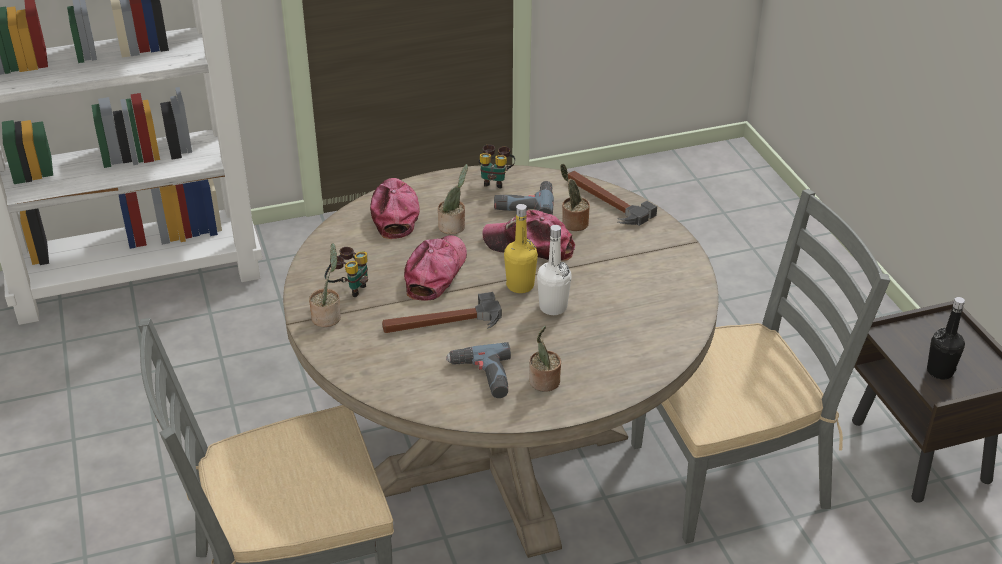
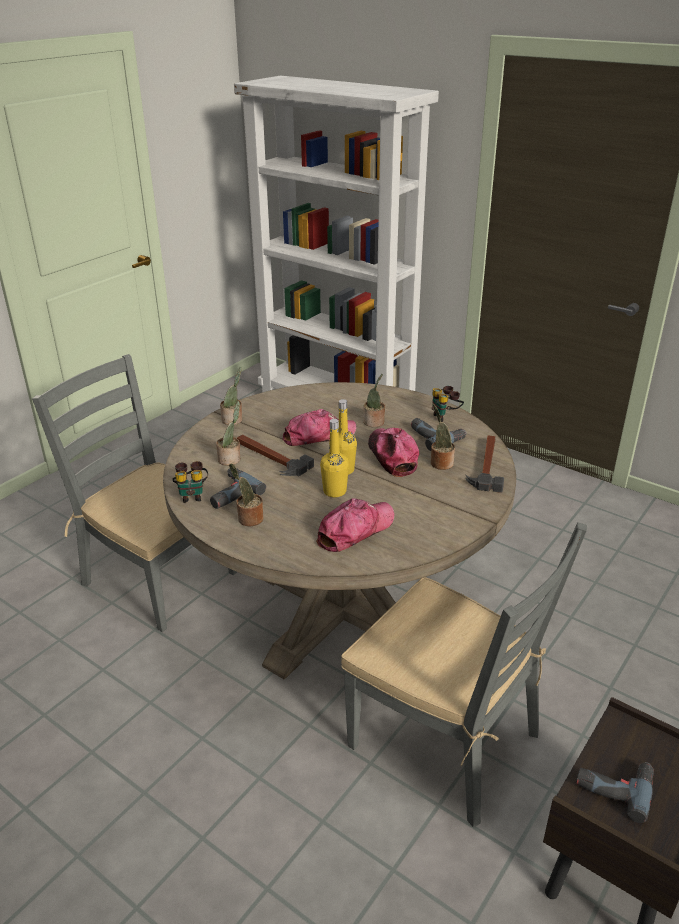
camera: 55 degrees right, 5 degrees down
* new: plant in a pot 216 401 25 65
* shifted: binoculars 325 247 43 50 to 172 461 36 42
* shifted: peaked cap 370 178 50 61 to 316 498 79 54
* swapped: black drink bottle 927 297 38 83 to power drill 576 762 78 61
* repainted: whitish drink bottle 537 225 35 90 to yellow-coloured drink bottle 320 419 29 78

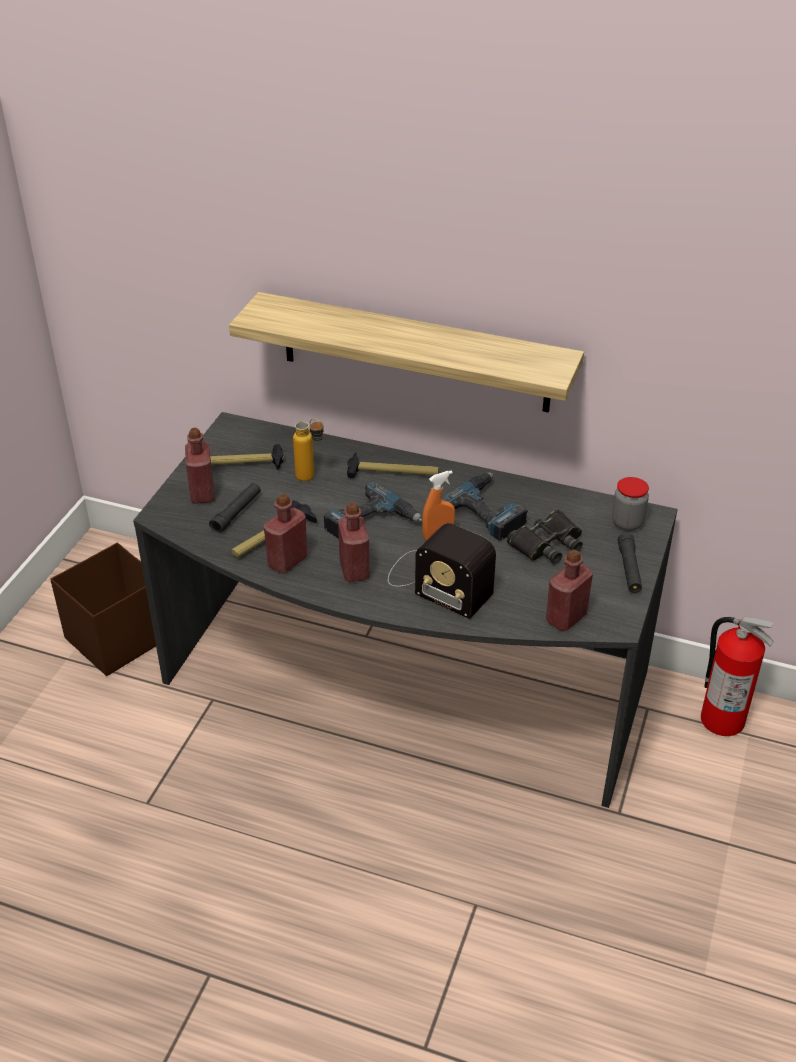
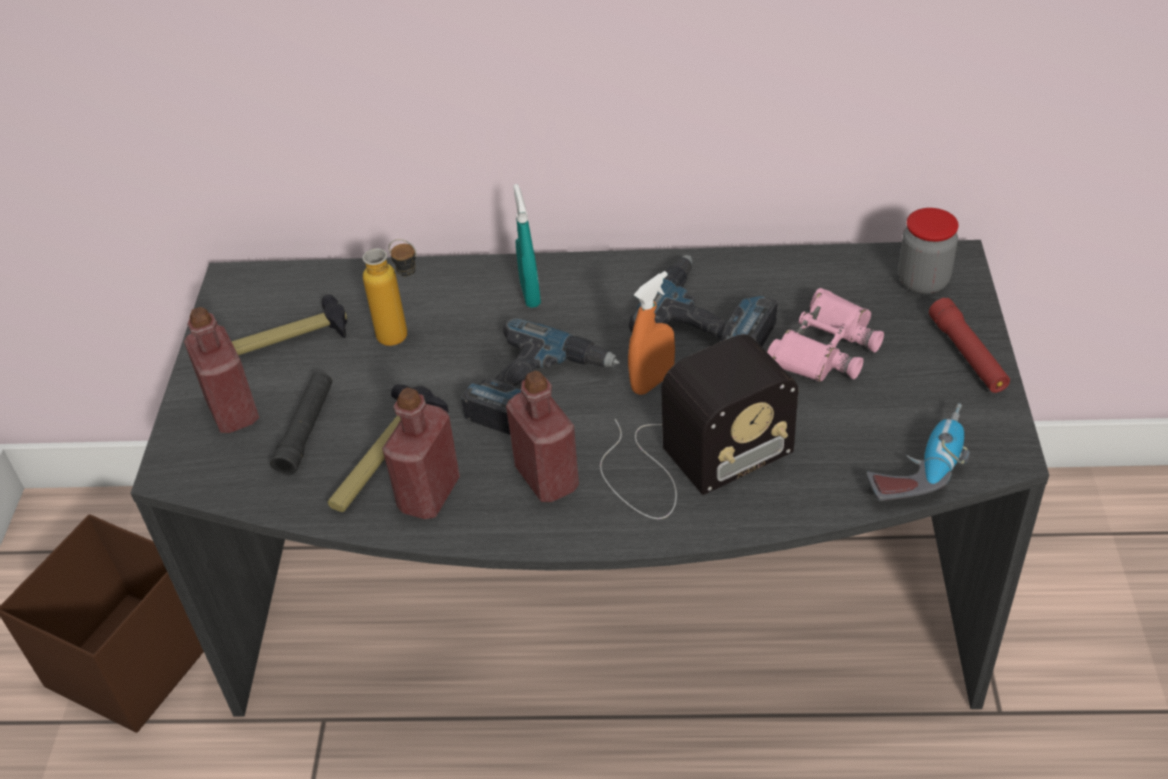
camera: 15 degrees left, 5 degrees up
* gone: bracket shelf 229 292 355 121
* gone: extinguisher 701 617 73 119
* swapped: hammer 347 452 92 26 to turquoise-coloured spray bottle 514 184 27 124
* swapped: red drink bottle 546 549 47 82 to power drill 866 403 104 98
* repainted: black binoculars 507 509 76 55 to pink-coloured binoculars 767 288 117 94
* repainted: black flashlight 617 533 25 60 to red flashlight 929 298 81 95
* rotated: radio receiver 388 523 108 96 = 600 334 198 185 45 degrees counterclockwise

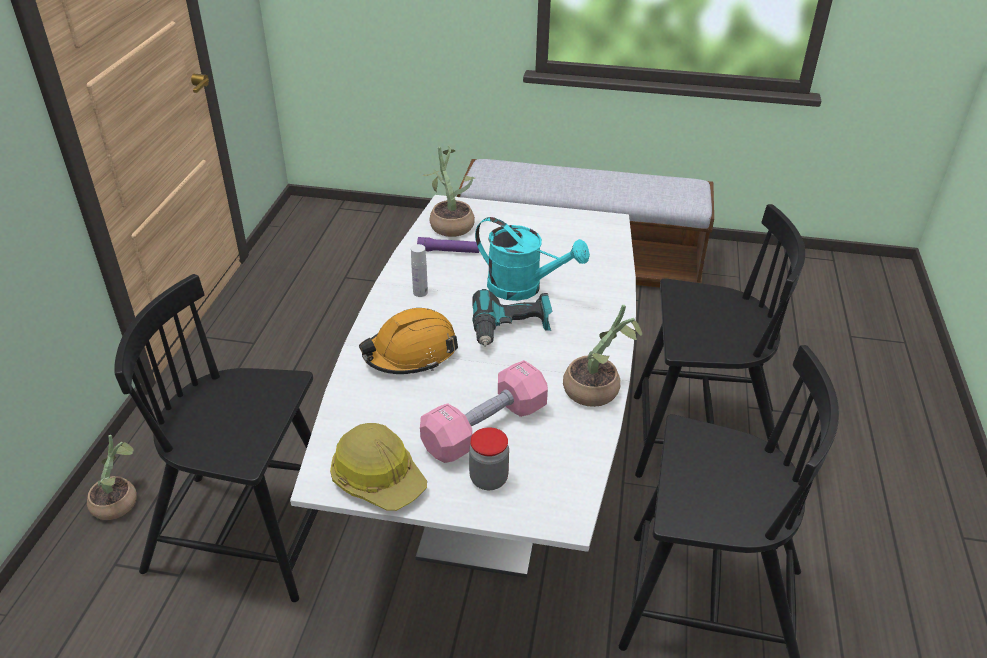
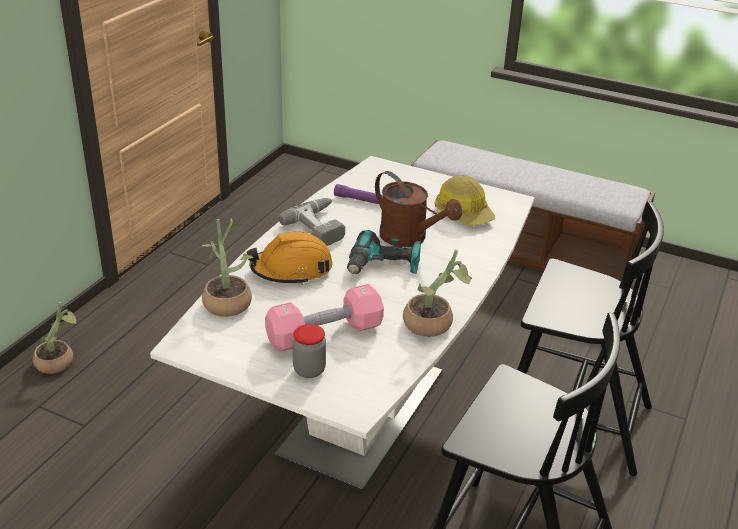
camera: 15 degrees right, 5 degrees down
* gone: black upright chair 114 274 204 328
* shifted: hard hat 330 423 97 88 to 435 175 60 51
* shifted: plant in a pot 423 145 52 92 to 202 219 52 98
* swapped: whitish drink bottle 411 244 17 53 to power drill 278 198 67 48
* repainted: turquoise-coloured sprinkling can 475 217 115 84 to brown-coloured sprinkling can 375 171 87 76

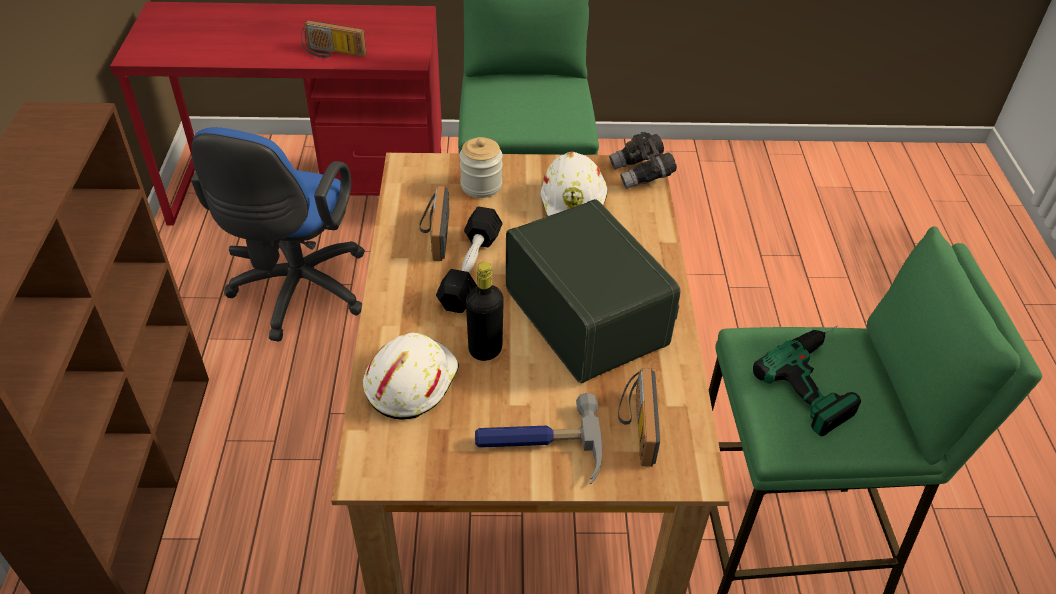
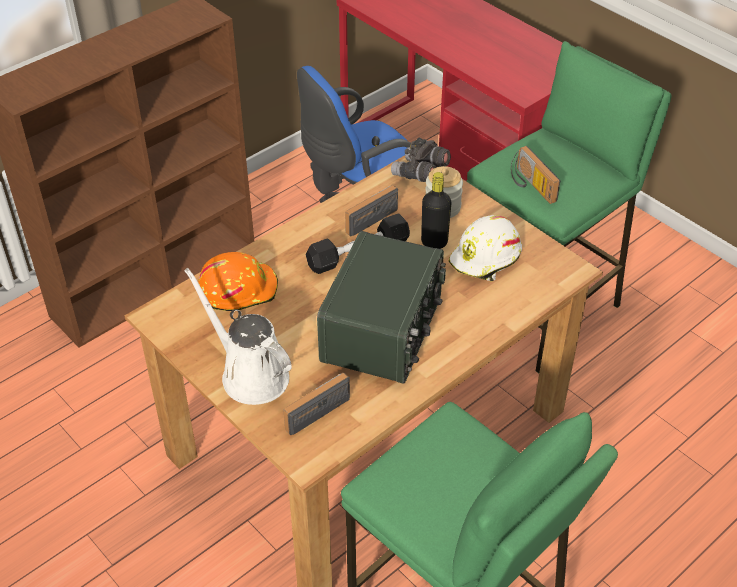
camera: 50 degrees right, 0 degrees up
* gone: power drill 753 325 108 111
* shifted: radio receiver 301 20 66 38 to 511 146 50 58
* shifted: black drink bottle 466 262 38 99 to 421 172 31 77
* shifted: gray binoculars 609 132 68 57 to 391 137 60 45
* swapped: hammer 475 393 127 91 to whitish sprinkling can 184 268 108 137
* repainted: whitish hard hat 363 333 96 87 to orange-coloured hard hat 198 252 80 59

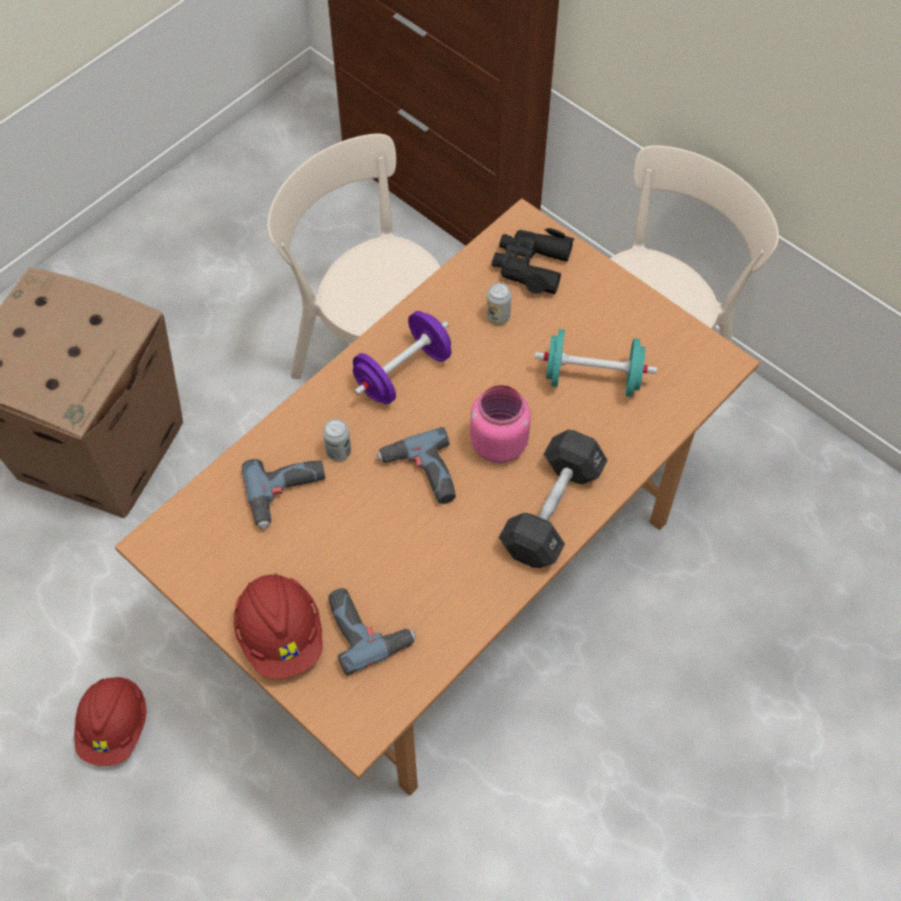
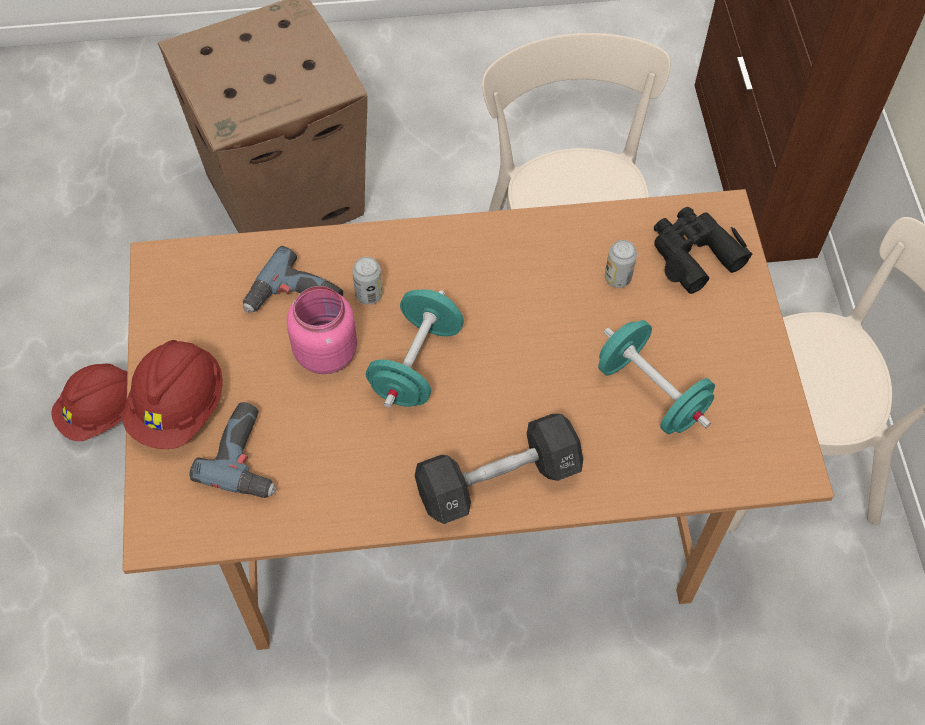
camera: 40 degrees right, 0 degrees up
* gone: purplish free weight 353 311 98 93
* shifted: pink-coloured jar 470 385 61 78 to 287 286 70 88
* swapped: power drill 376 427 80 77 to turquoise-coloured free weight 366 290 98 118

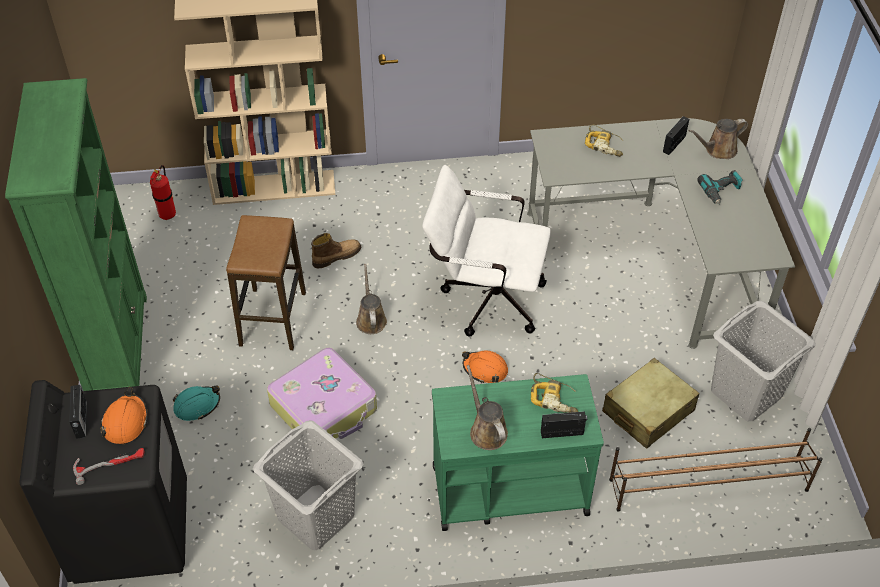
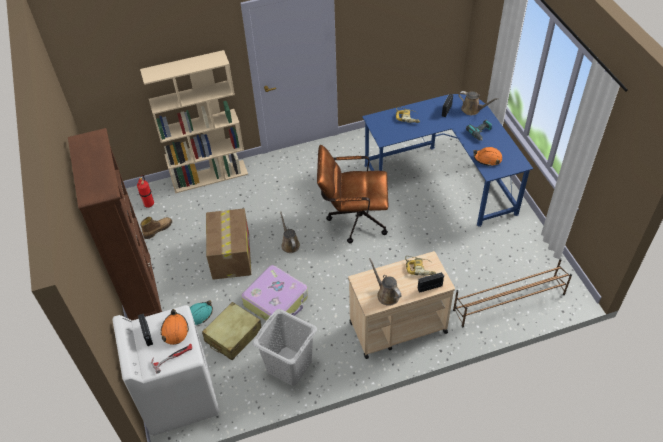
camera: 10 degrees left, 0 degrees up
* gone: gray hamper 711 301 105 121
* shifted: high-top boot 311 233 50 35 to 140 217 32 22
* shifted: orange-coloured hard hat 462 351 46 32 to 473 147 29 19
* shifted: beige-coloured travel case 602 358 97 91 to 202 302 60 59
* swapped: stool 226 215 80 135 to packing box 206 208 45 72
* repainted: green bookshelf 5 78 142 313 to brown-coloured bookshelf 68 128 94 192
* repainted: black laundry appliance 19 380 168 204 to whitish laundry appliance 113 305 106 131
* repainted: whitish desk chair 422 165 129 171 to brown-coloured desk chair 317 145 71 98
* repainted: green trolley 432 374 172 157 to beige-coloured trolley 348 251 107 108
* repainted: gray desk unit 527 118 268 231 to bluish desk unit 362 94 171 133
* rotated: brown-coloured sprinkling can 688 119 60 40 = 459 91 40 24 120 degrees counterclockwise

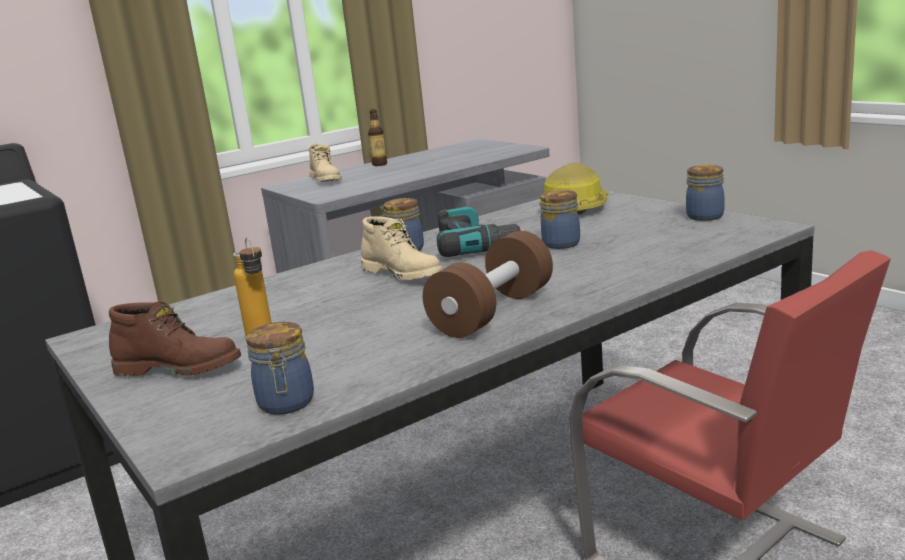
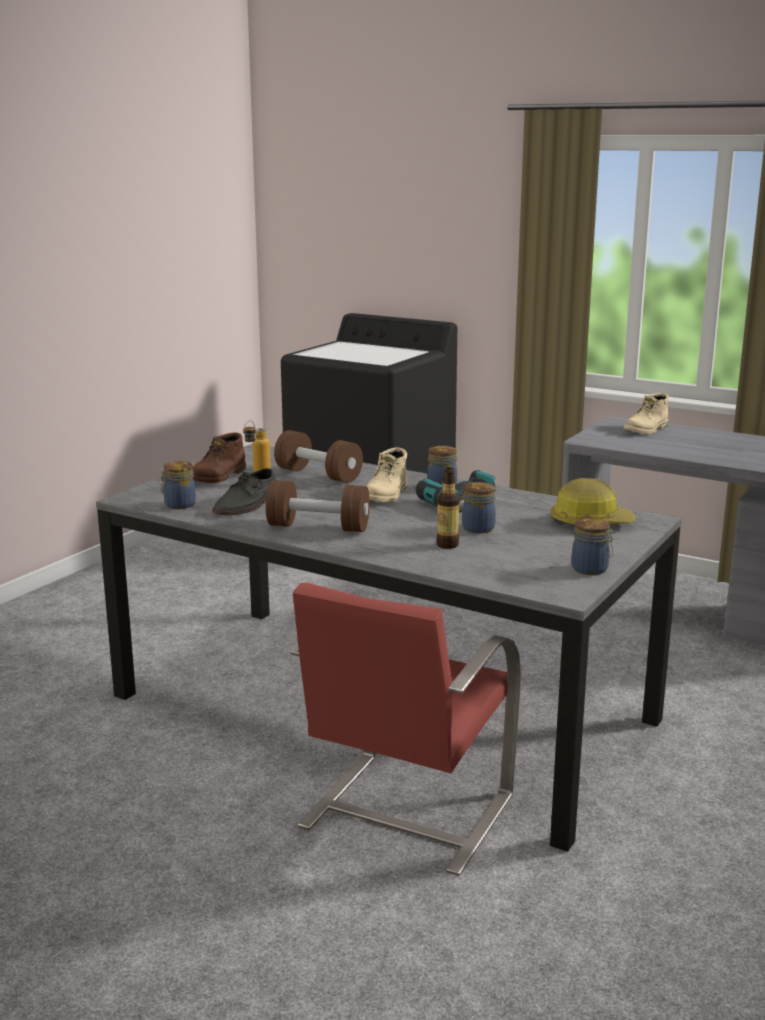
camera: 65 degrees right, 0 degrees up
* new: gray shoe 212 468 65 48
* new: brown-coloured free weight 274 430 89 53
* shifted: drink bottle 368 109 19 57 to 436 467 24 82
* rotated: brown-coloured high-top boot 109 301 132 75 = 192 433 54 50 45 degrees clockwise

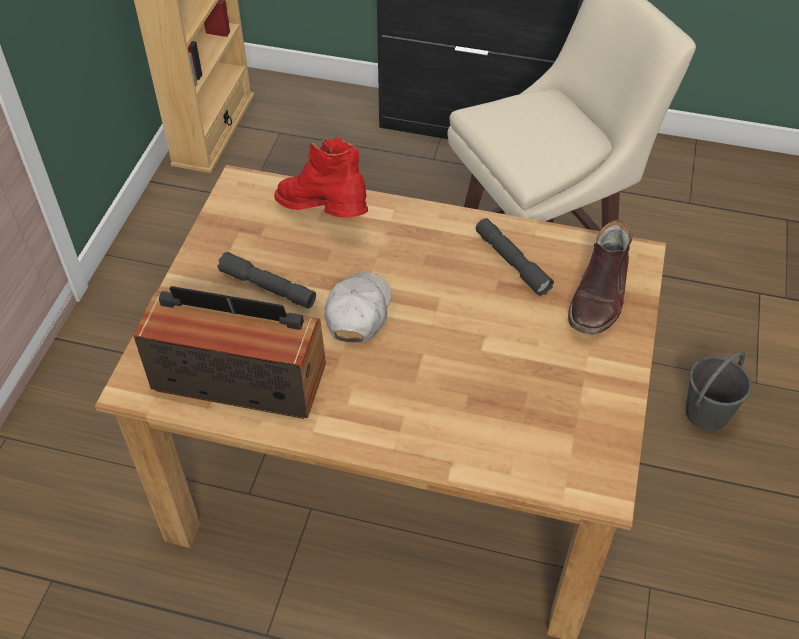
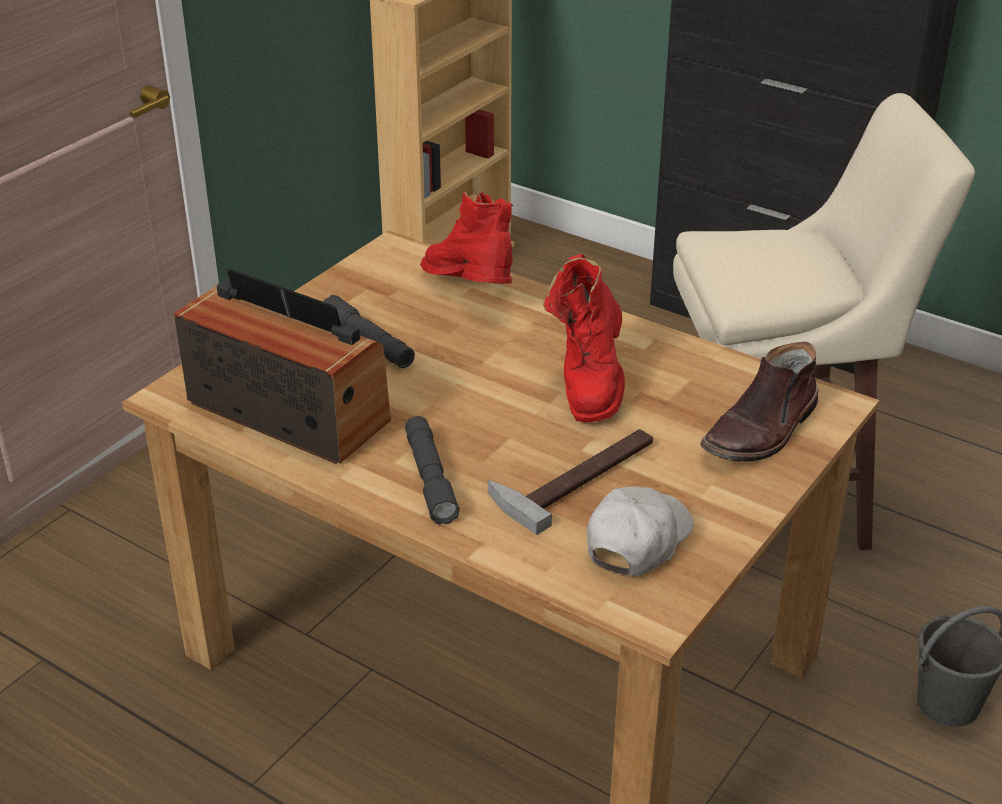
camera: 20 degrees right, 15 degrees down
* new: hammer 488 429 165 106
* new: red high-top boot 543 254 82 169
* shifted: whitish peaked cap 324 272 68 71 to 587 486 106 90
* shifted: gray flashlight 476 218 78 78 to 405 416 55 108

